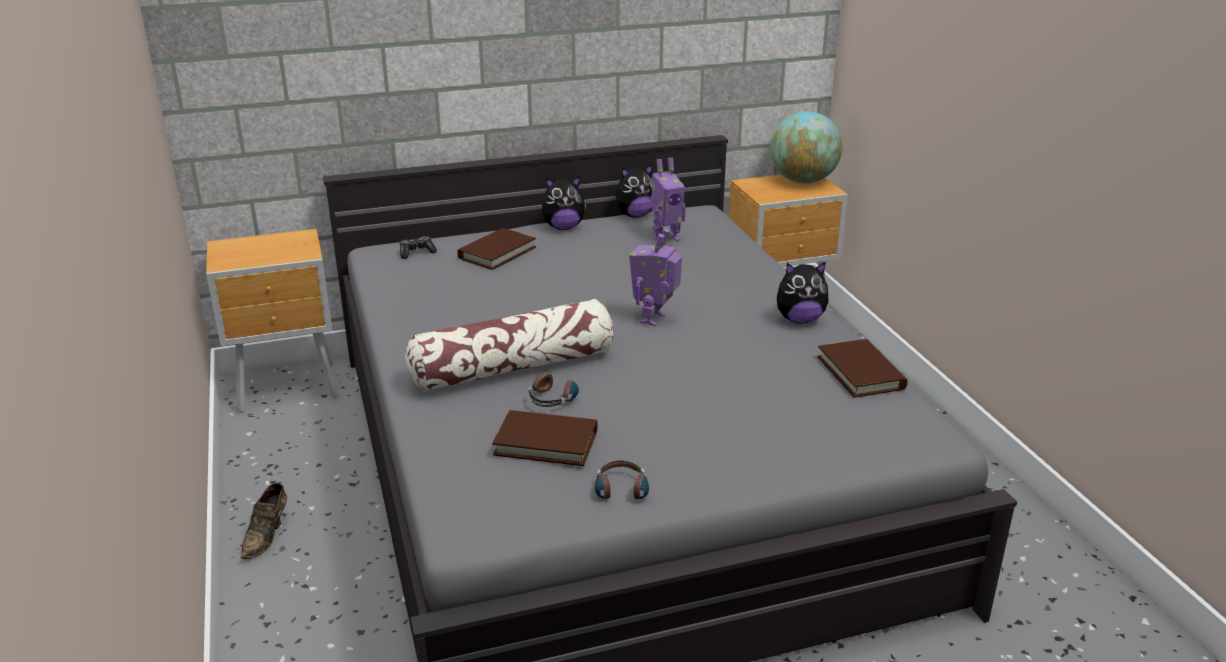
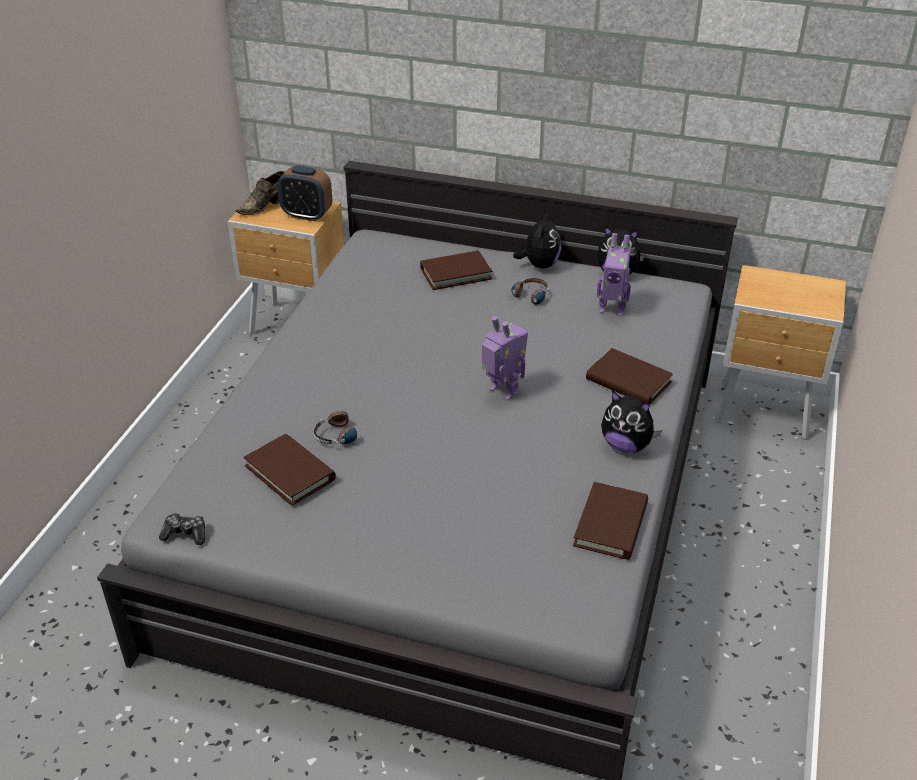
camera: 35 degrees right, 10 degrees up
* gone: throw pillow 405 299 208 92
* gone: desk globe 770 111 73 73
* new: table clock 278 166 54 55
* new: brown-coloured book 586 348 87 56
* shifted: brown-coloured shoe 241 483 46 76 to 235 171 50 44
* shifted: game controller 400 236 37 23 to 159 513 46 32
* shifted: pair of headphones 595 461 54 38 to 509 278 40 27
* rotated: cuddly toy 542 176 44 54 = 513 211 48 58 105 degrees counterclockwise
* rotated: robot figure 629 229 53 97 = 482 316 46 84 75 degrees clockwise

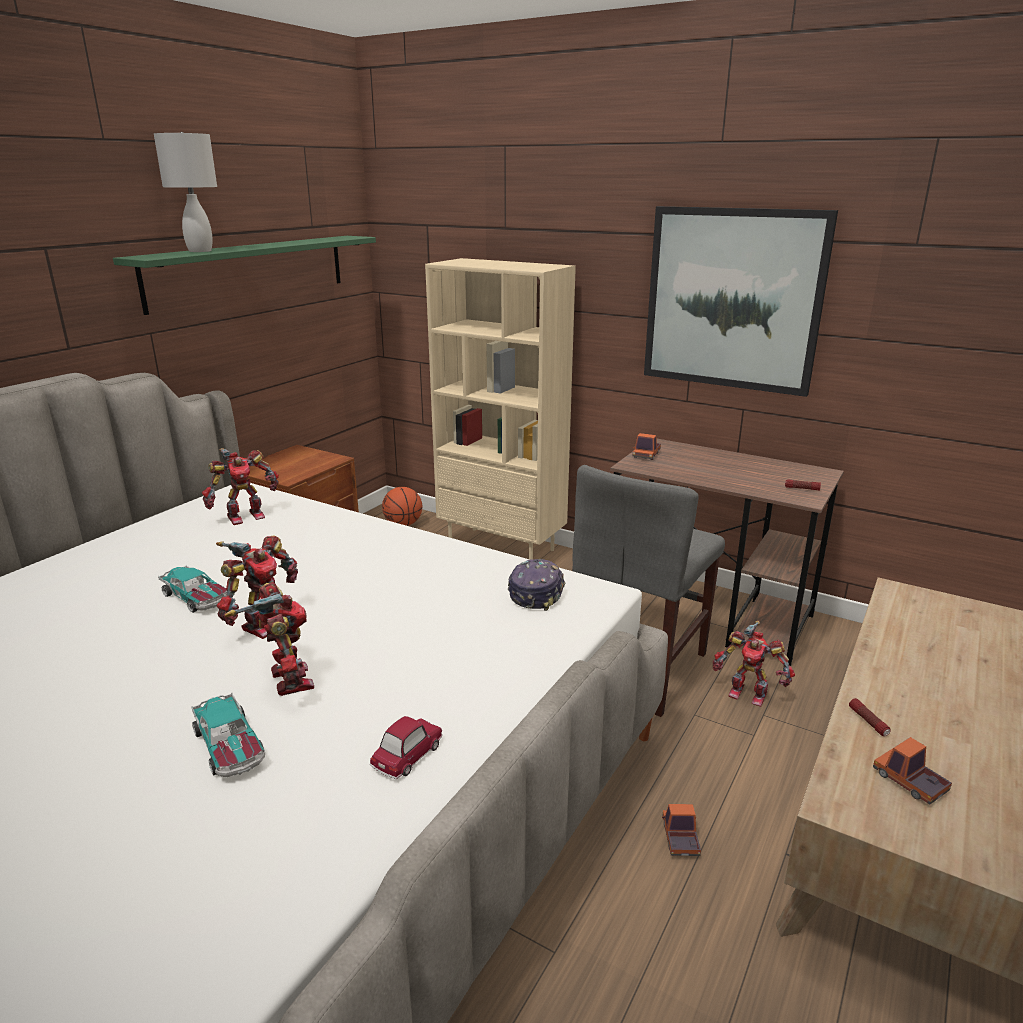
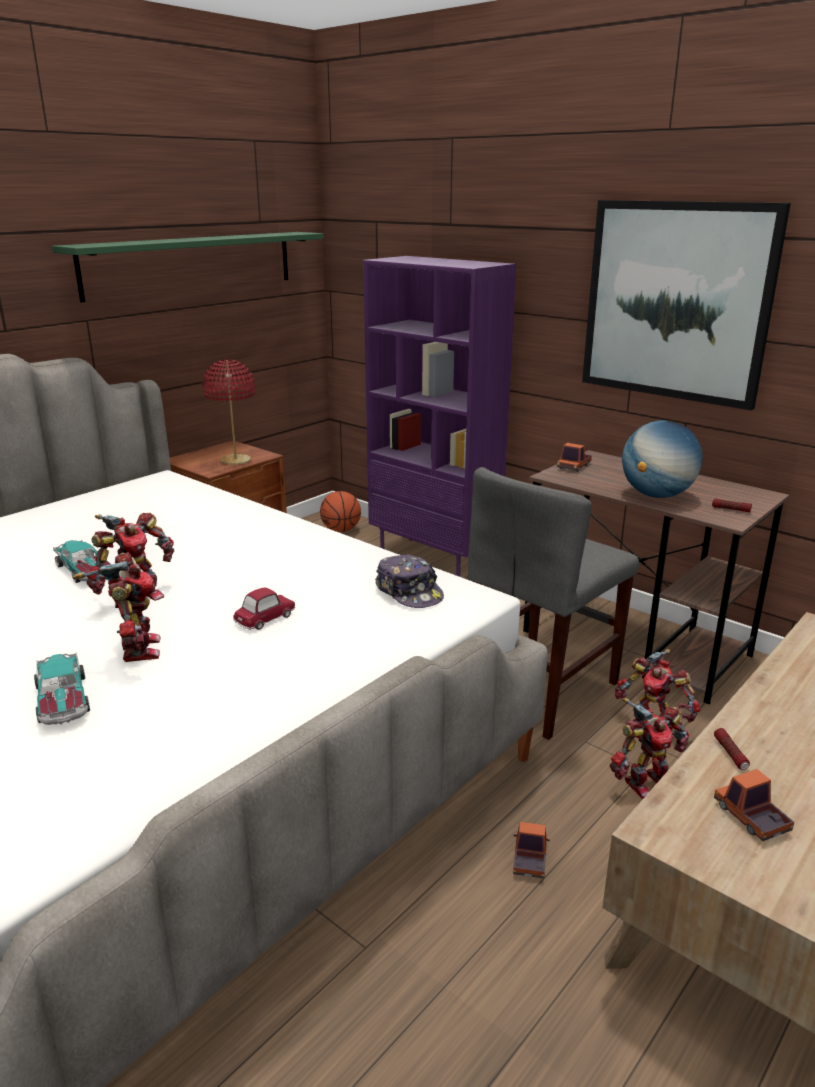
camera: 10 degrees right, 0 degrees up
* gone: whitish tabletop lamp 154 132 63 120
* new: red tabletop lamp 202 359 53 106
* new: desk globe 622 420 81 78
* shifted: robot figure 202 448 77 77 to 610 698 79 101
* shifted: model car 370 716 72 63 to 233 588 62 42
* repainted: beige-coloured bookshelf 425 258 151 301 to purplish bookshelf 363 256 153 321
* rotated: peaked cap 508 559 57 52 = 375 554 69 54 120 degrees clockwise

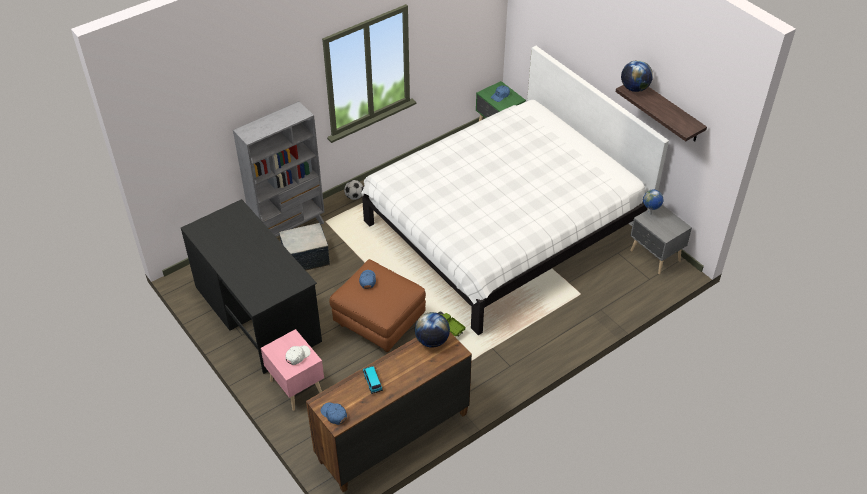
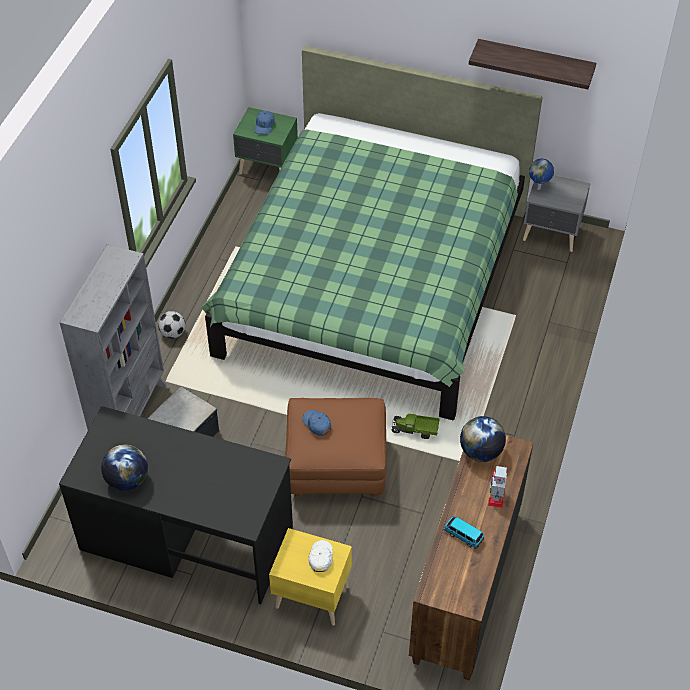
camera: 35 degrees left, 5 degrees up
* gone: bluish peaked cap 321 403 26 22
* new: robot figure 488 466 19 42
* shifted: desk globe 621 60 32 32 to 101 444 47 47
* repainted: pink-coloured night table 261 329 63 82 to yellow-coloured night table 269 528 83 98
* repainted: whitish bedroom bed 361 46 308 289 to green bedroom bed 201 46 341 374

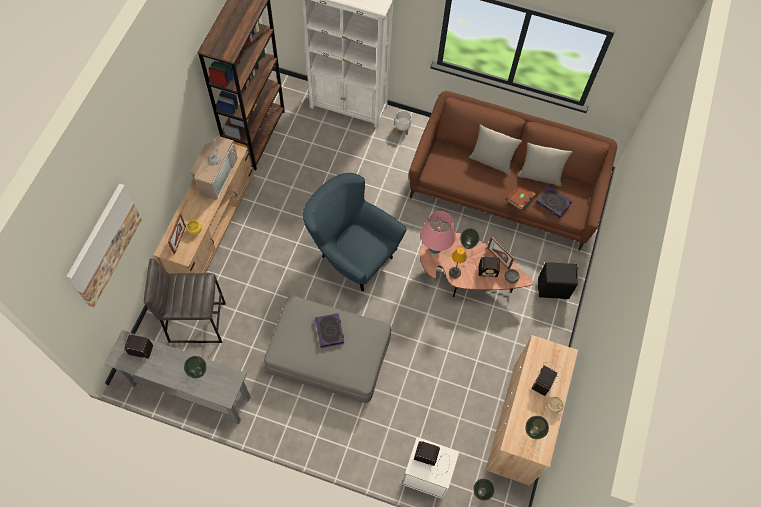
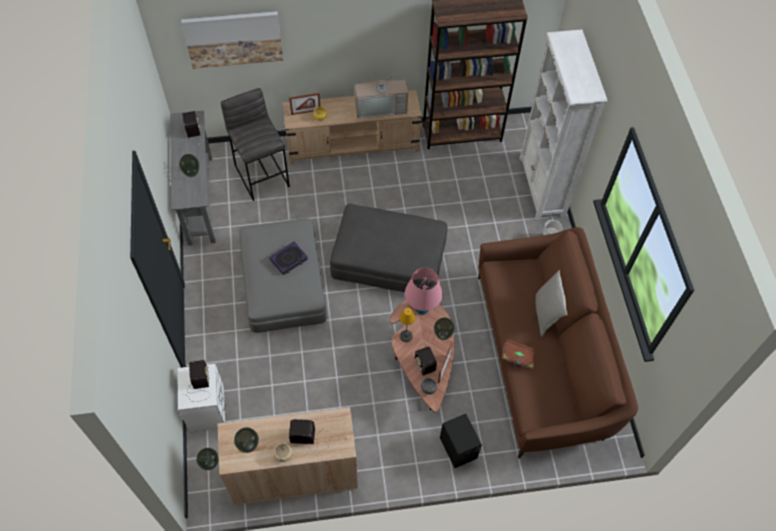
camera: 65 degrees right, 5 degrees down
* gone: gray throw pillow 518 143 54 43
* gone: book 535 186 38 33
* swapped: bluish easy chair 302 173 105 118 to gray pouffe 330 204 117 88

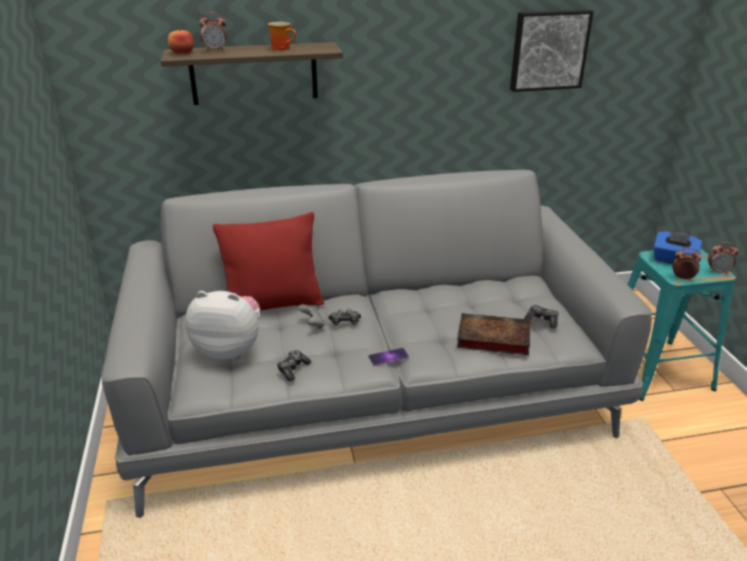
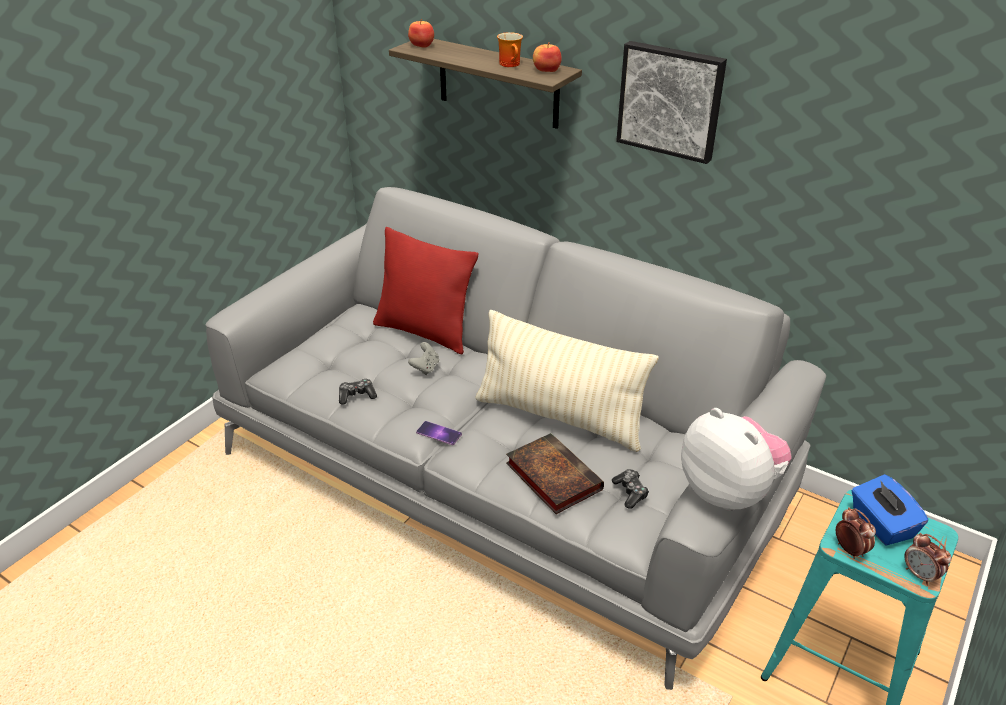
camera: 45 degrees right, 5 degrees up
* gone: table clock 199 12 28 40
* gone: game controller 328 309 33 17
* new: beige-coloured throw pillow 475 310 184 142
* new: apple 533 42 29 30
* shifted: cuddly toy 185 291 75 69 to 681 408 111 103
* shifted: wall picture 510 10 84 82 to 616 41 111 123

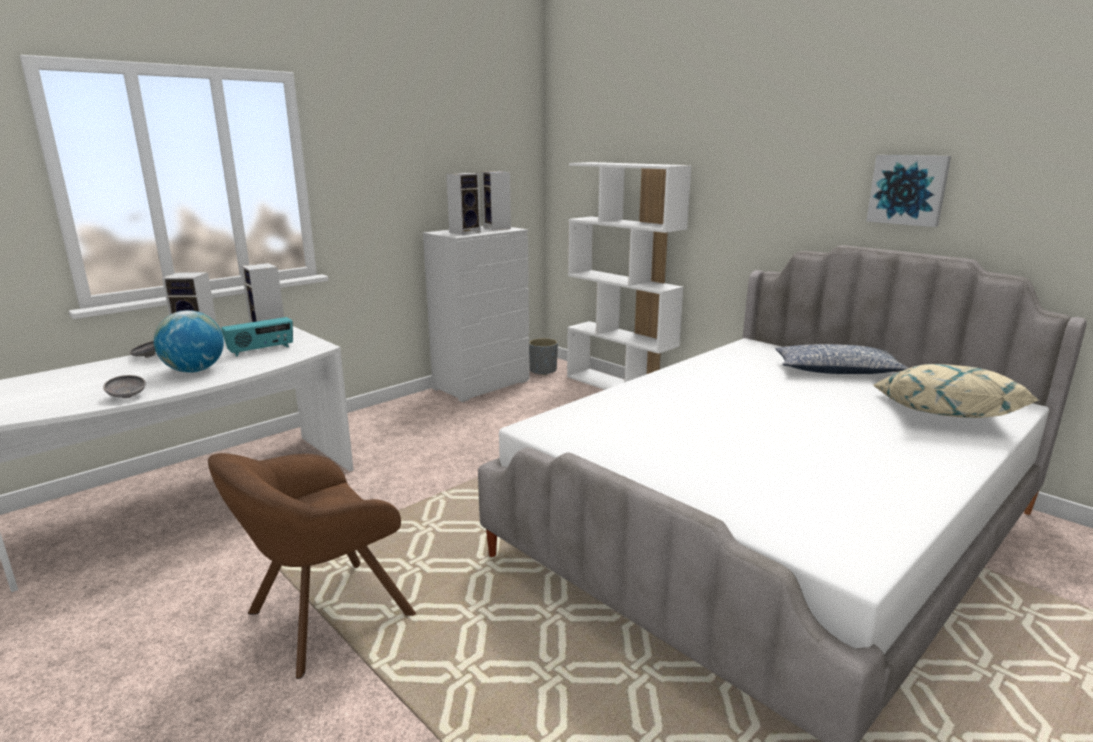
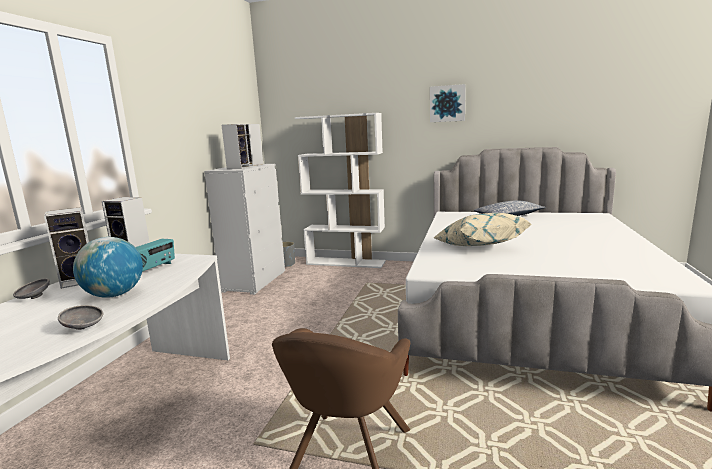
camera: 30 degrees left, 5 degrees down
* shifted: wall picture 866 155 85 72 to 430 84 36 38
* shifted: beige-coloured throw pillow 873 364 166 54 to 434 213 98 33

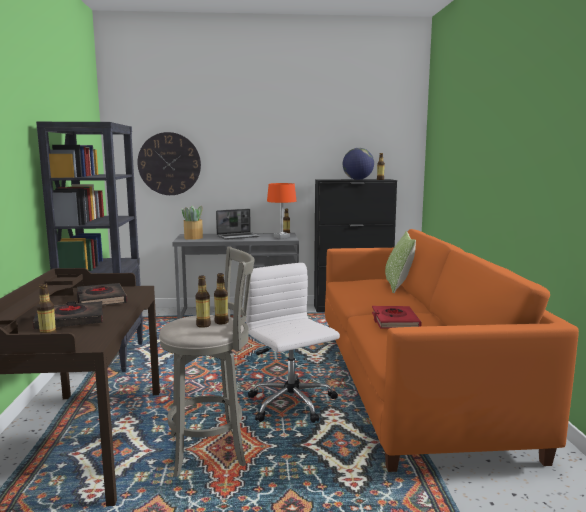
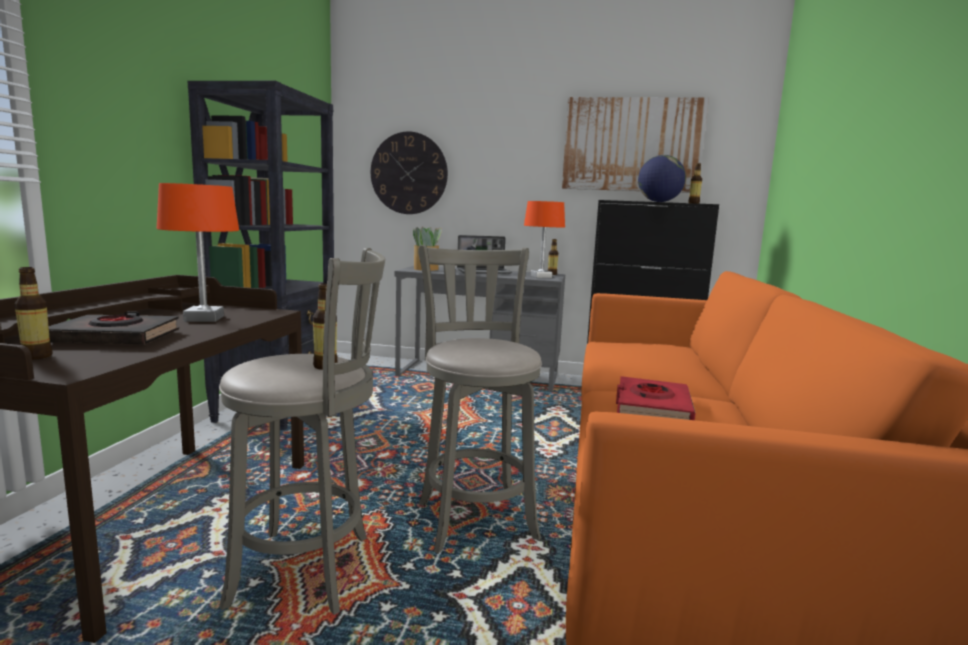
camera: 15 degrees right, 0 degrees up
* gone: drink bottle 195 275 16 53
* gone: throw pillow 385 231 31 62
* new: wall picture 562 97 147 96
* swapped: black book 77 283 50 22 to orange-coloured tabletop lamp 157 183 82 139
* swapped: whitish desk chair 245 263 95 160 to gray stool 418 245 124 308

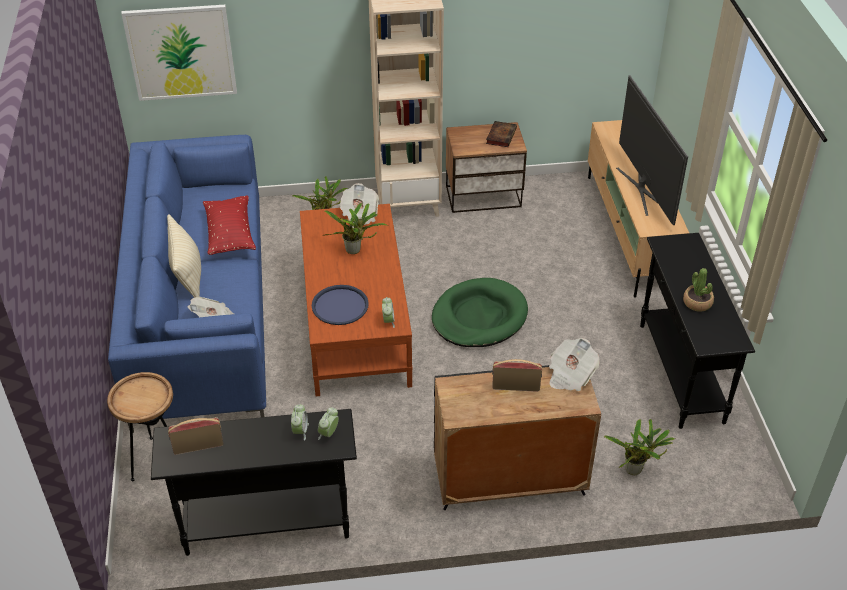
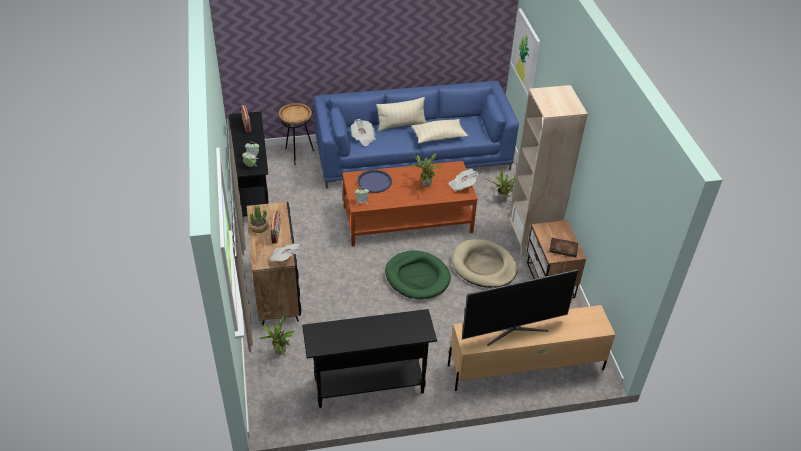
camera: 85 degrees right, 0 degrees up
* new: beige-coloured dog bed 452 239 66 49
* shifted: plant in a pot 683 268 31 44 to 249 205 20 28
* repainted: red throw pillow 203 196 53 59 to beige-coloured throw pillow 411 119 57 24

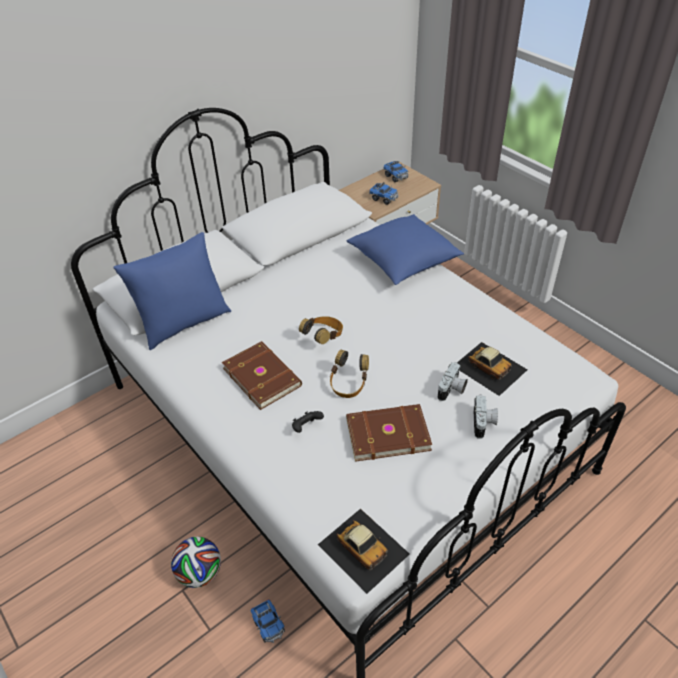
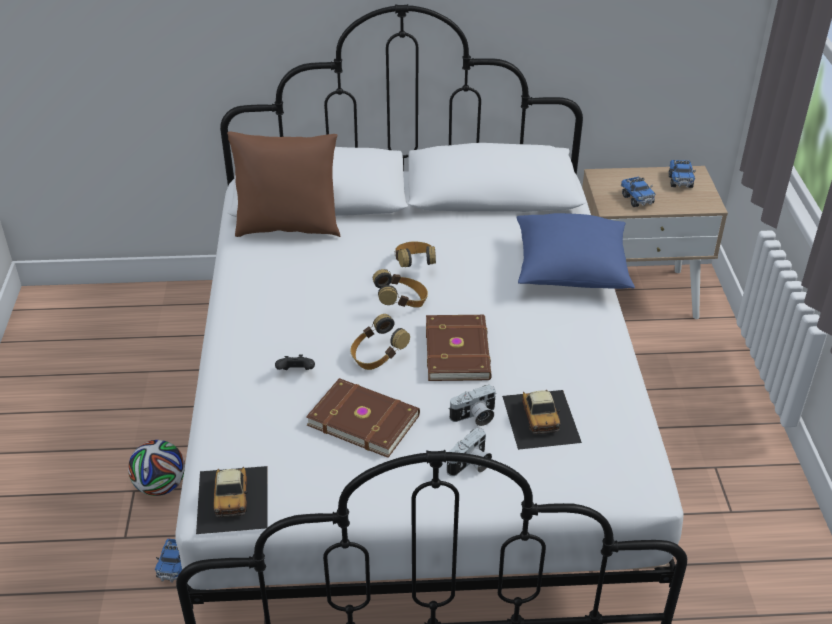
camera: 35 degrees right, 5 degrees down
* new: pair of headphones 395 241 41 26
* shifted: brown-coloured book 222 341 80 69 to 426 315 66 66
* repainted: bluish throw pillow 113 232 118 118 to brown-coloured throw pillow 227 131 113 106

